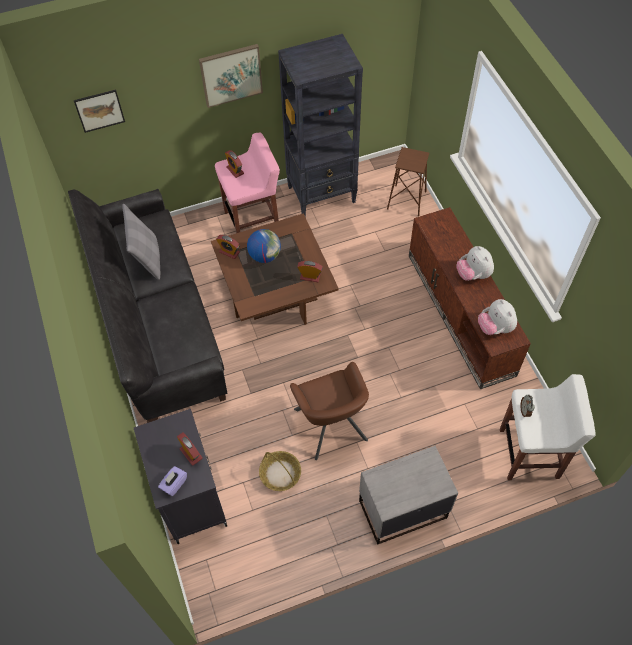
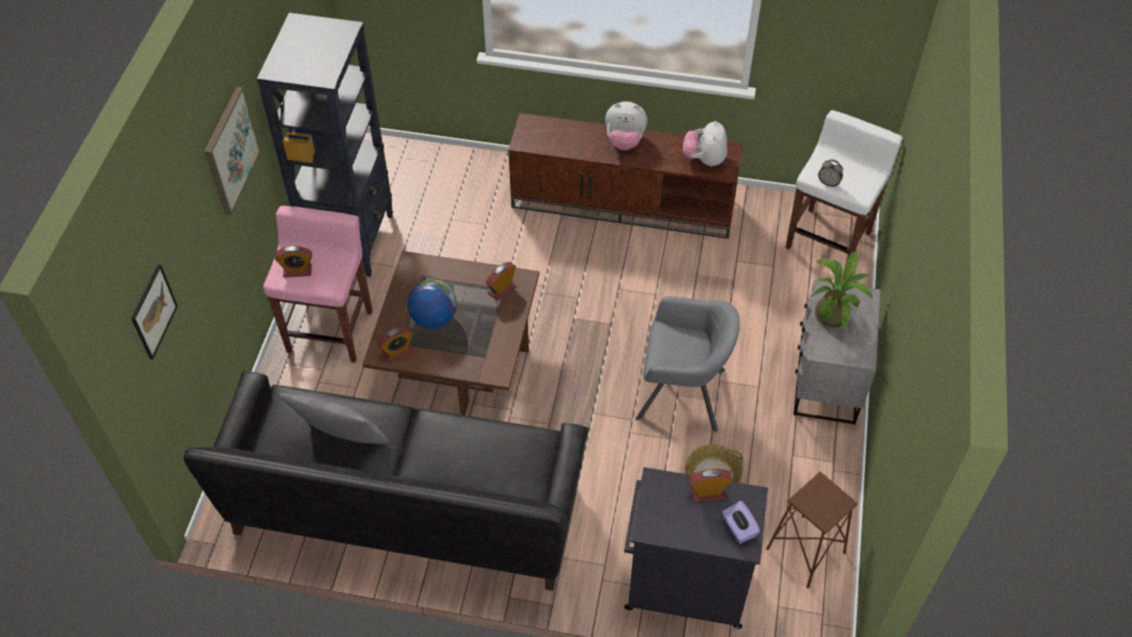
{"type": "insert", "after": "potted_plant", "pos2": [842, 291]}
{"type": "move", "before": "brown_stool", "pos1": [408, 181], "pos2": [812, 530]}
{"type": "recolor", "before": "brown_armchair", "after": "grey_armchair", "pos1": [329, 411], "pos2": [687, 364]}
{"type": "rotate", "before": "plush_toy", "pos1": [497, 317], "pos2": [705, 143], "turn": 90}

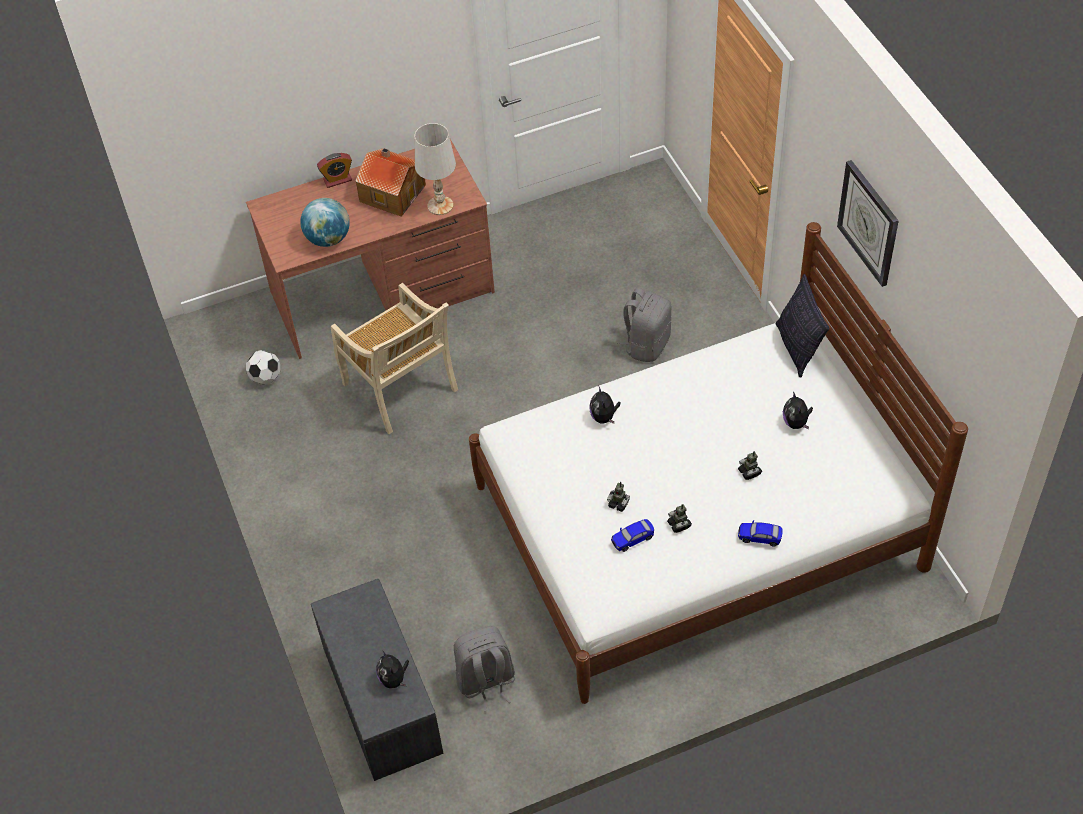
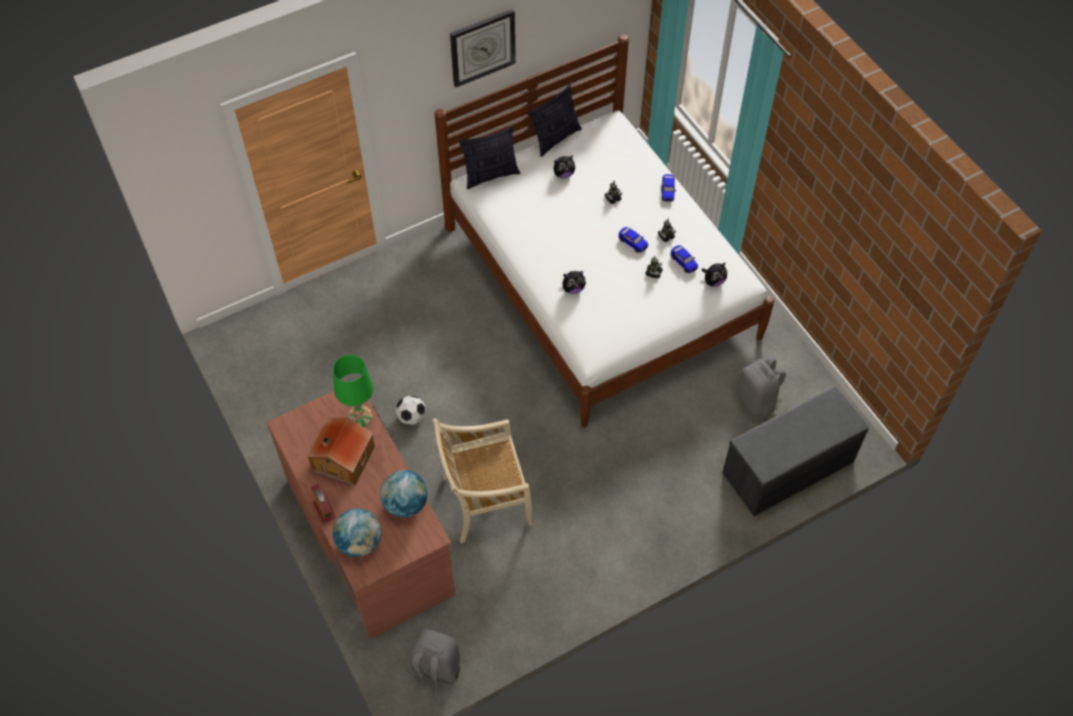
{"type": "insert", "after": "globe", "pos2": [357, 532]}
{"type": "insert", "after": "pillow", "pos2": [555, 121]}
{"type": "insert", "after": "toy_car", "pos2": [633, 240]}
{"type": "move", "before": "football", "pos1": [263, 367], "pos2": [411, 410]}
{"type": "move", "before": "plush_toy", "pos1": [392, 670], "pos2": [714, 274]}
{"type": "move", "before": "grey_backpack", "pos1": [644, 324], "pos2": [435, 663]}
{"type": "recolor", "before": "white_table_lamp", "after": "green_table_lamp", "pos1": [435, 169], "pos2": [353, 391]}
{"type": "rotate", "before": "beige_chair", "pos1": [394, 358], "pos2": [482, 480], "turn": -150}

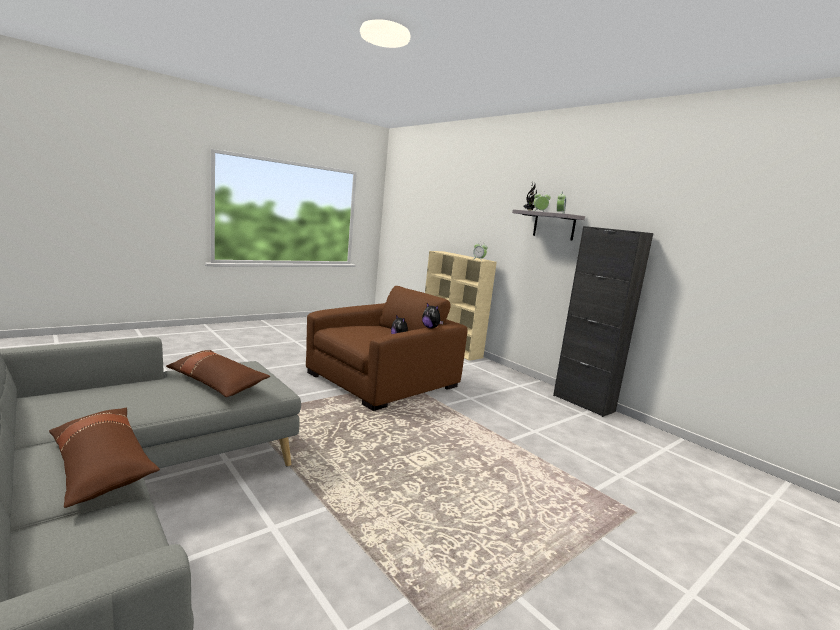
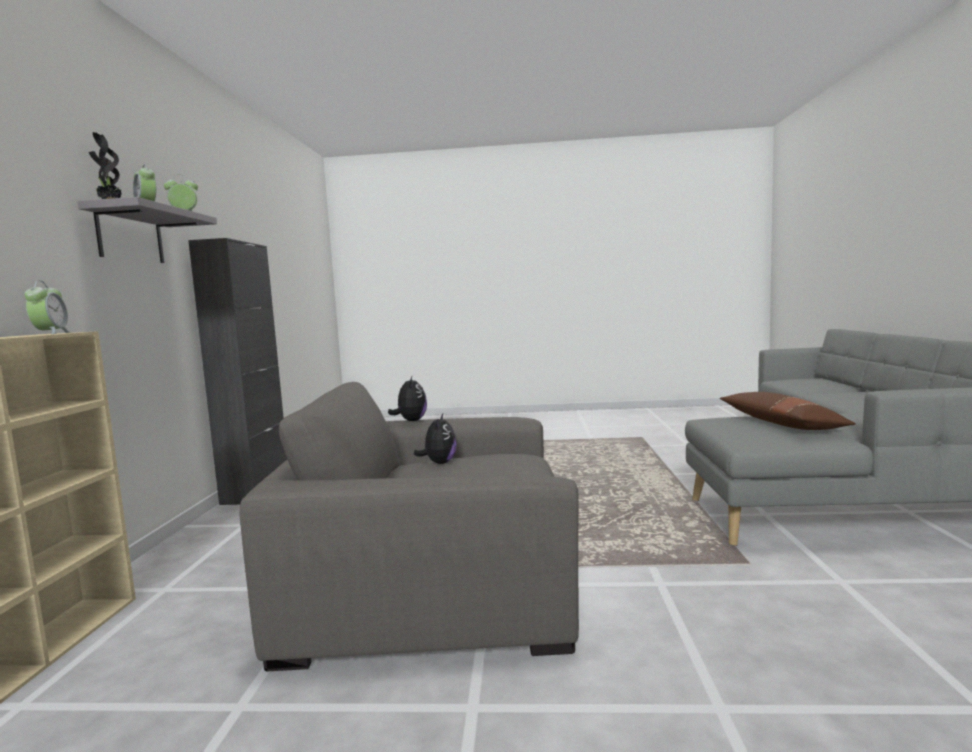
{"type": "delete", "before": "brown_pillow", "pos1": [104, 458]}
{"type": "recolor", "before": "brown_armchair", "after": "grey_armchair", "pos1": [386, 348], "pos2": [409, 526]}

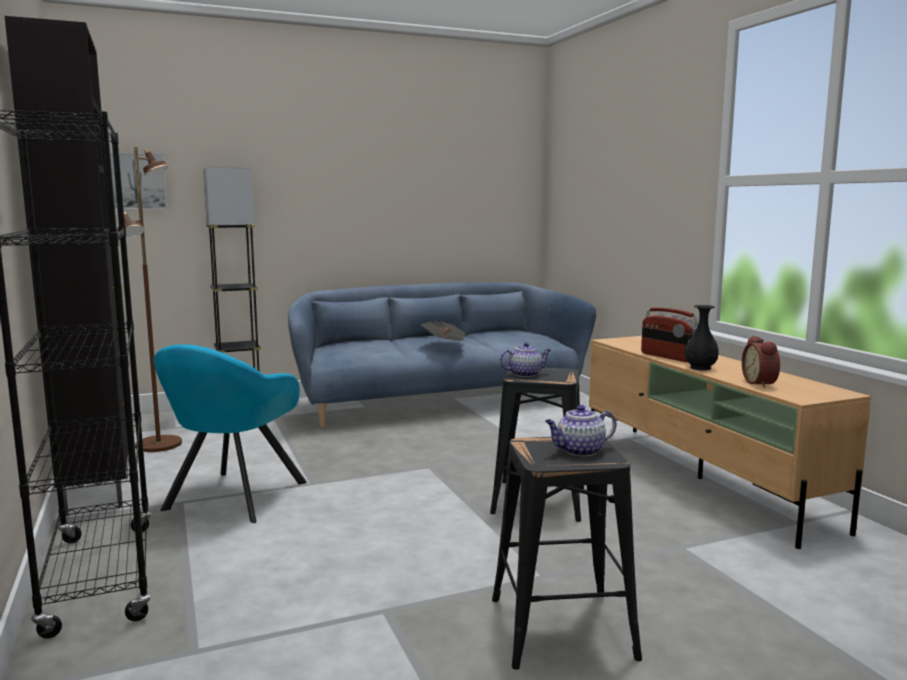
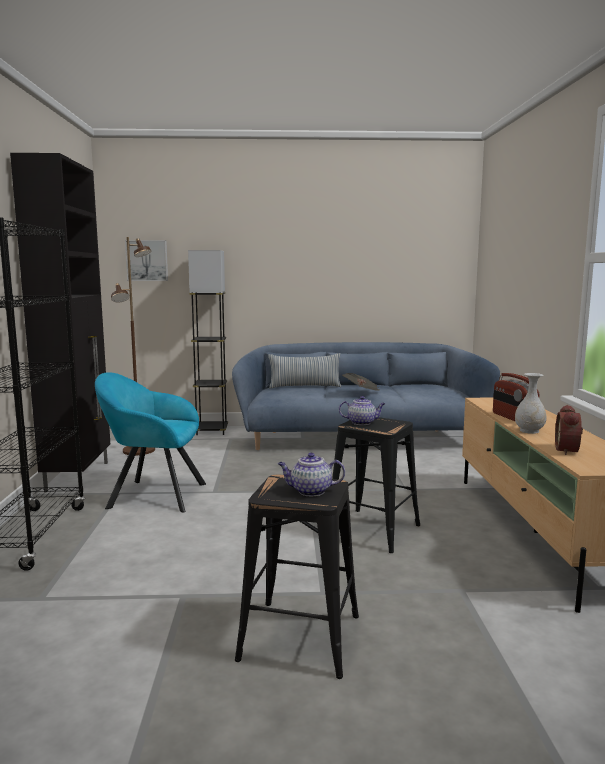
{"type": "insert", "after": "pillow", "pos2": [304, 371]}
{"type": "recolor", "before": "black_vase", "after": "white_vase", "pos1": [702, 337], "pos2": [531, 403]}
{"type": "rotate", "before": "turquoise_armchair", "pos1": [230, 433], "pos2": [150, 442], "turn": 60}

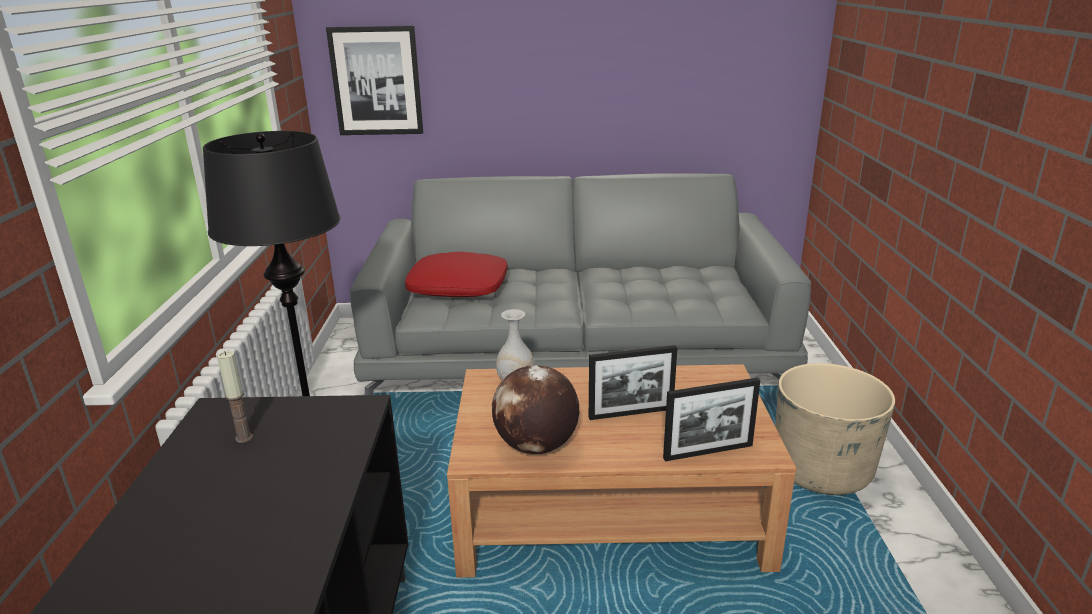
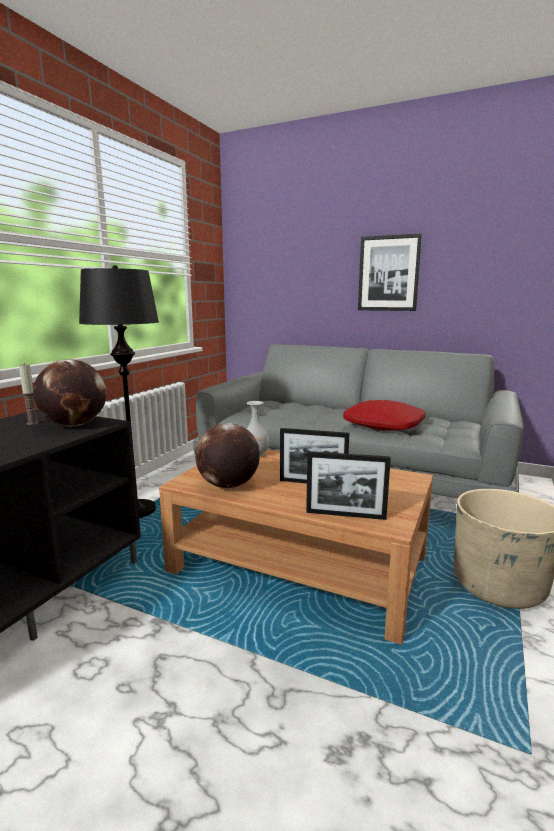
{"type": "insert", "after": "globe", "pos2": [70, 393]}
{"type": "move", "before": "picture", "pos1": [374, 80], "pos2": [390, 272]}
{"type": "move", "before": "red_pillow", "pos1": [456, 274], "pos2": [384, 415]}

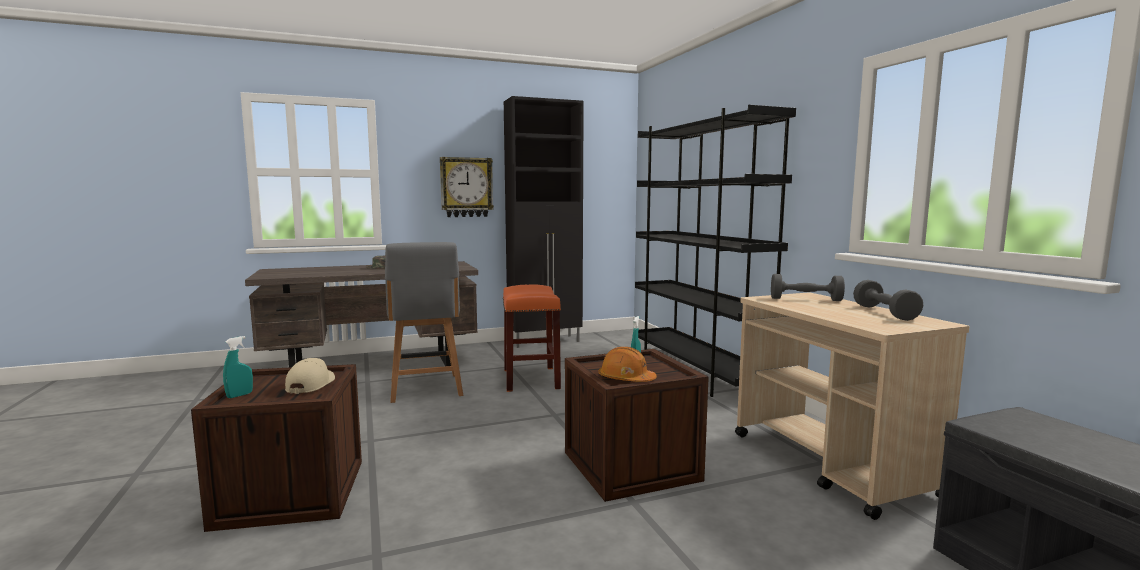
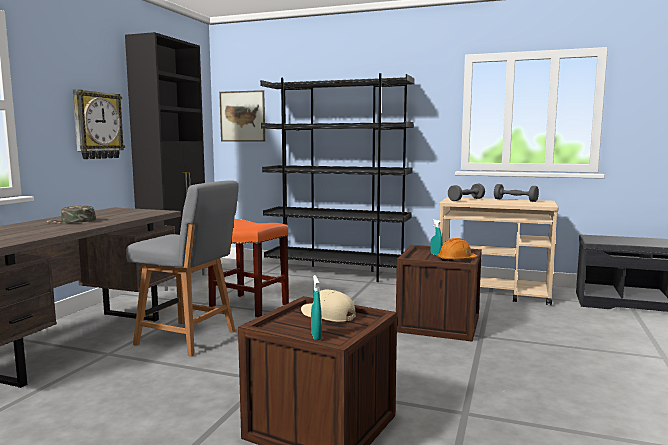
{"type": "insert", "after": "picture", "pos2": [242, 116]}

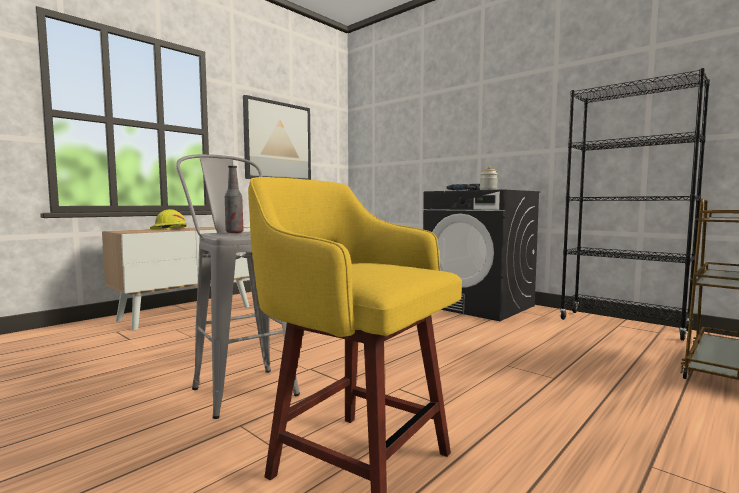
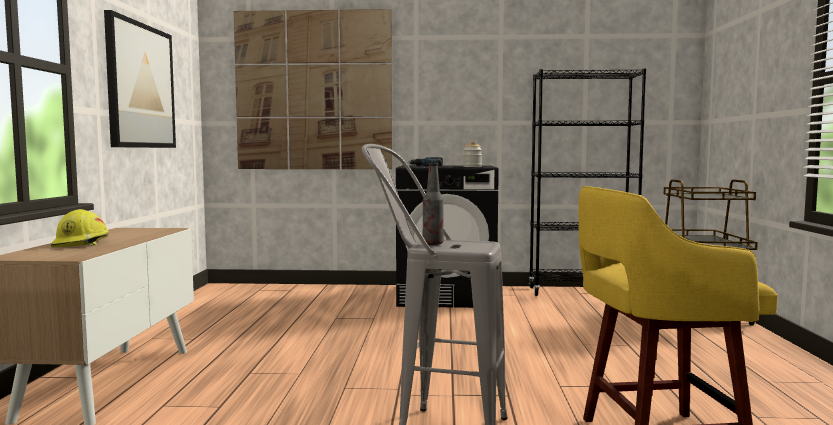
{"type": "insert", "after": "picture", "pos2": [313, 89]}

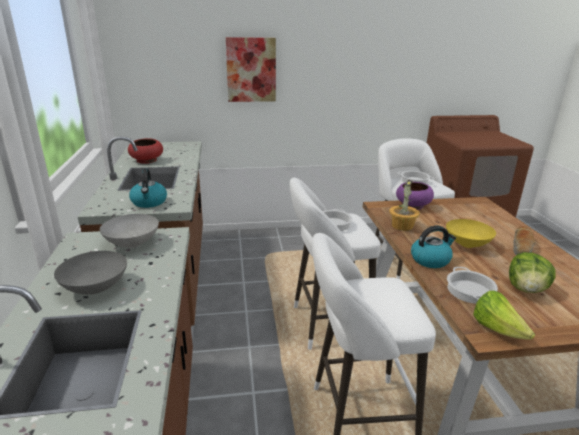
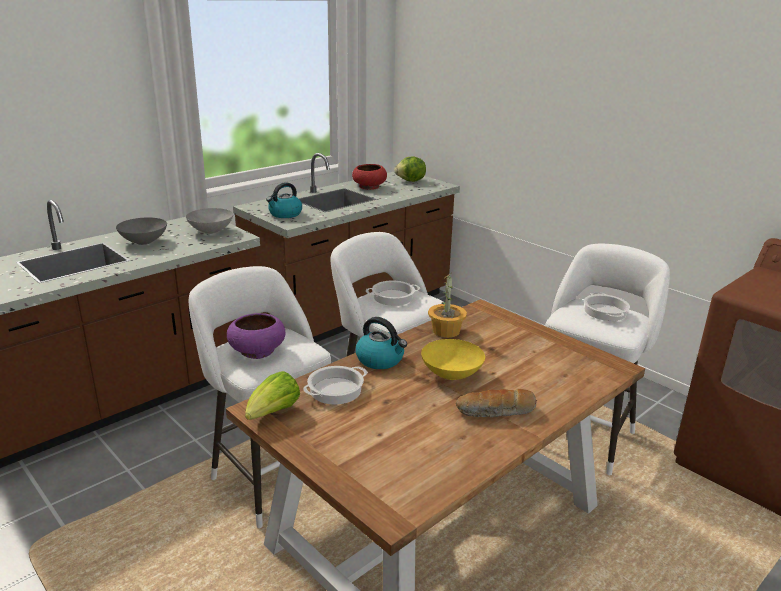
{"type": "delete", "before": "picture", "pos1": [251, 69]}
{"type": "move", "before": "purple_bowl", "pos1": [415, 196], "pos2": [256, 336]}
{"type": "move", "before": "lettuce", "pos1": [532, 272], "pos2": [410, 169]}

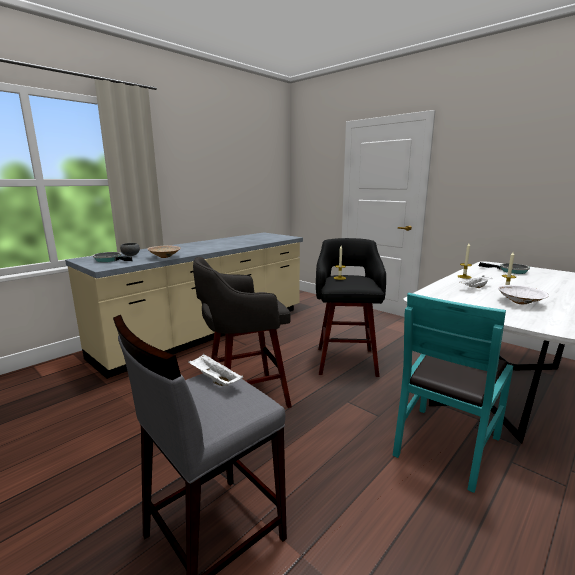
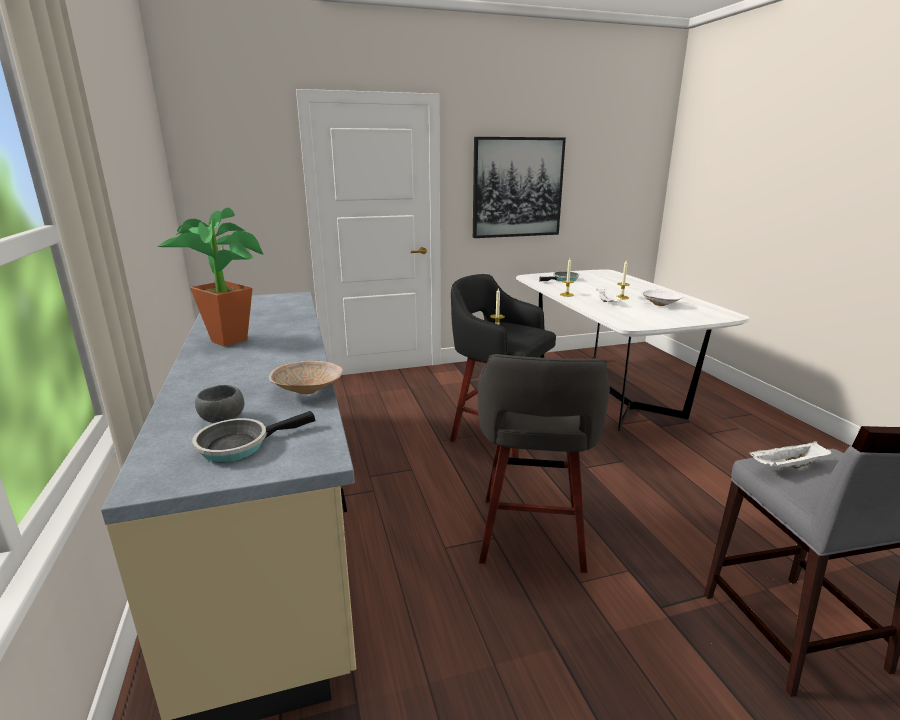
{"type": "delete", "before": "turquoise_chair", "pos1": [453, 393]}
{"type": "insert", "after": "potted_plant", "pos2": [210, 277]}
{"type": "insert", "after": "picture", "pos2": [519, 187]}

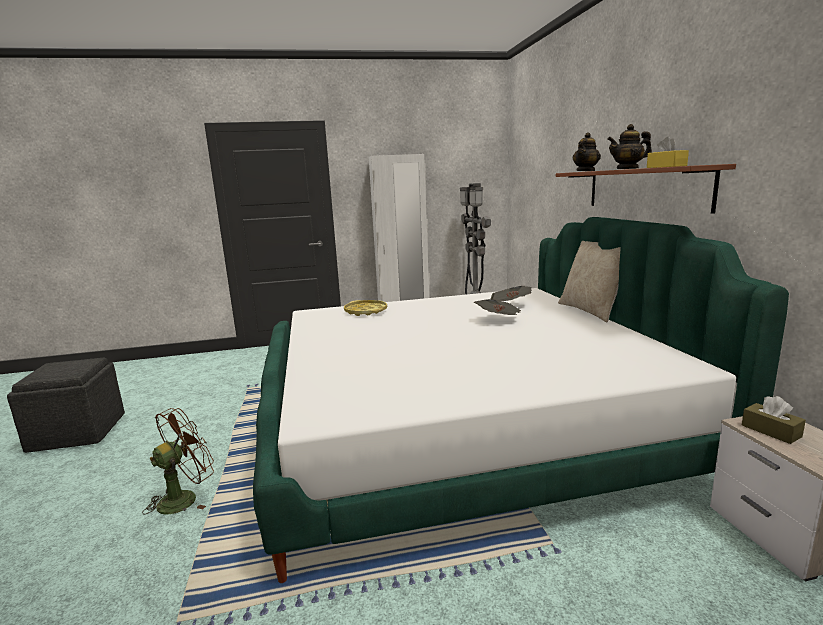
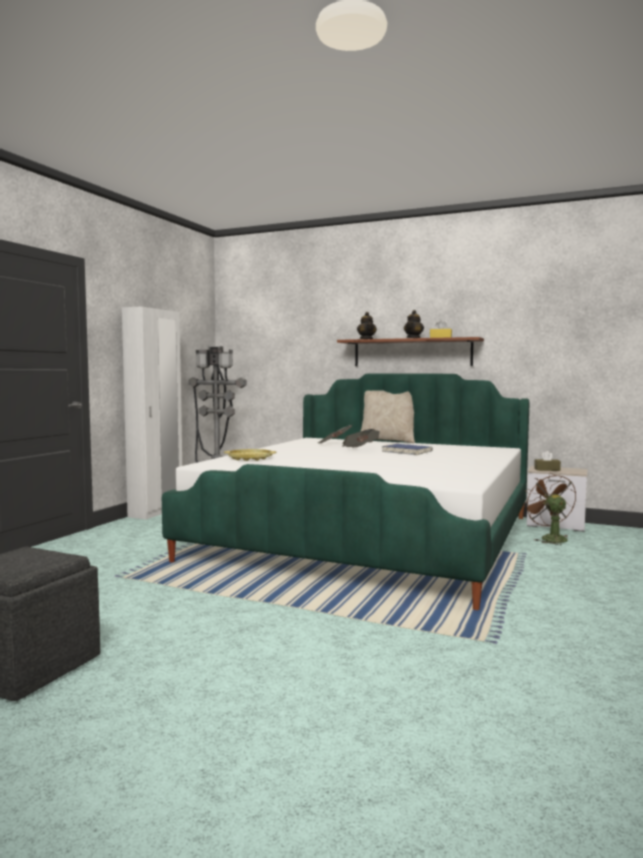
{"type": "insert", "after": "blue_book", "pos2": [407, 449]}
{"type": "move", "before": "brown_fan", "pos1": [178, 461], "pos2": [549, 509]}

